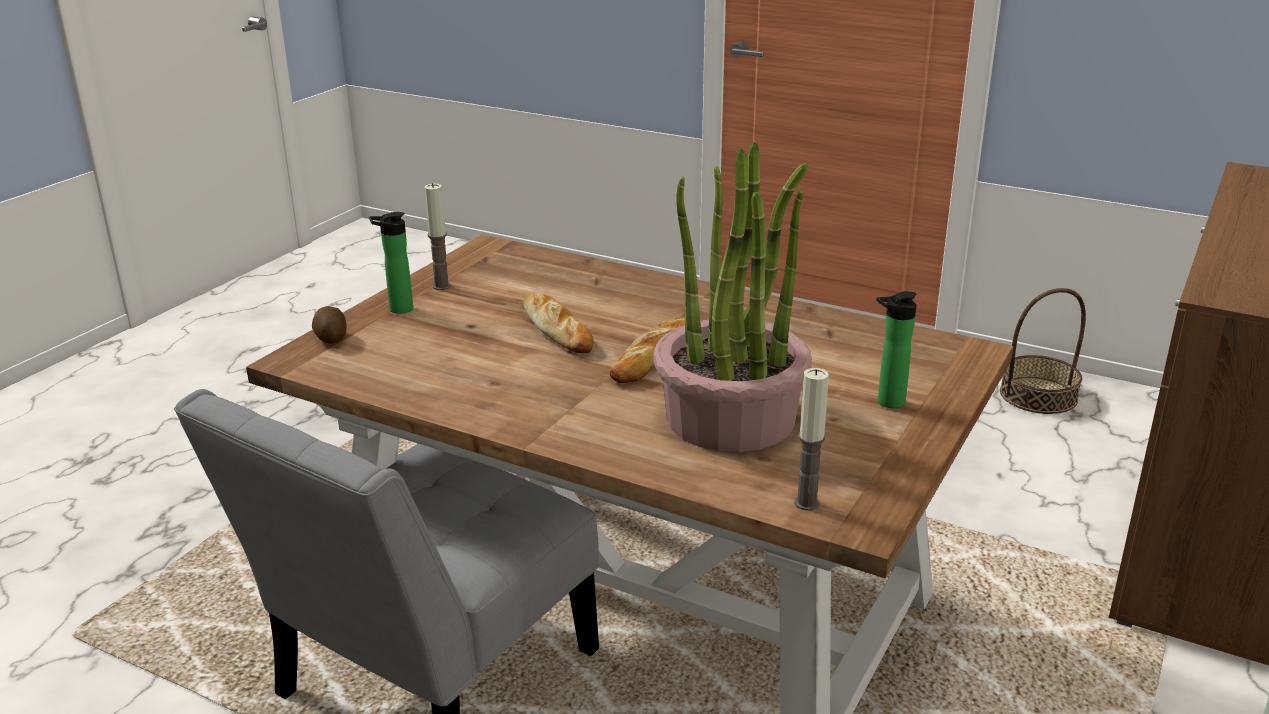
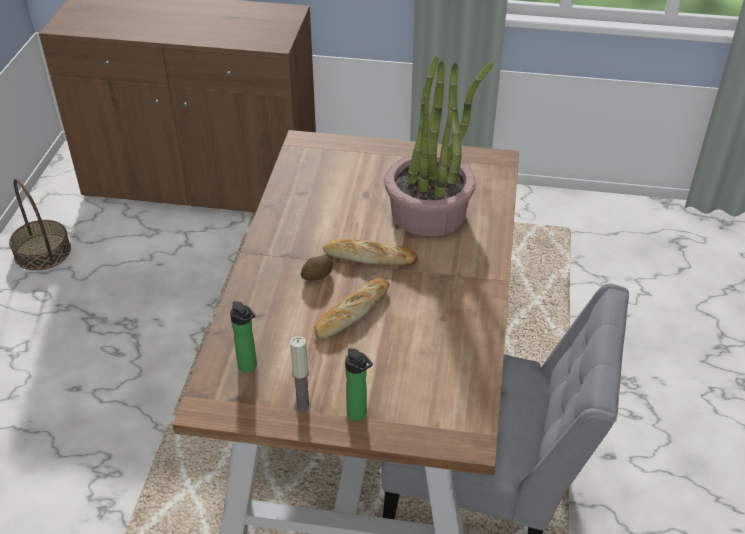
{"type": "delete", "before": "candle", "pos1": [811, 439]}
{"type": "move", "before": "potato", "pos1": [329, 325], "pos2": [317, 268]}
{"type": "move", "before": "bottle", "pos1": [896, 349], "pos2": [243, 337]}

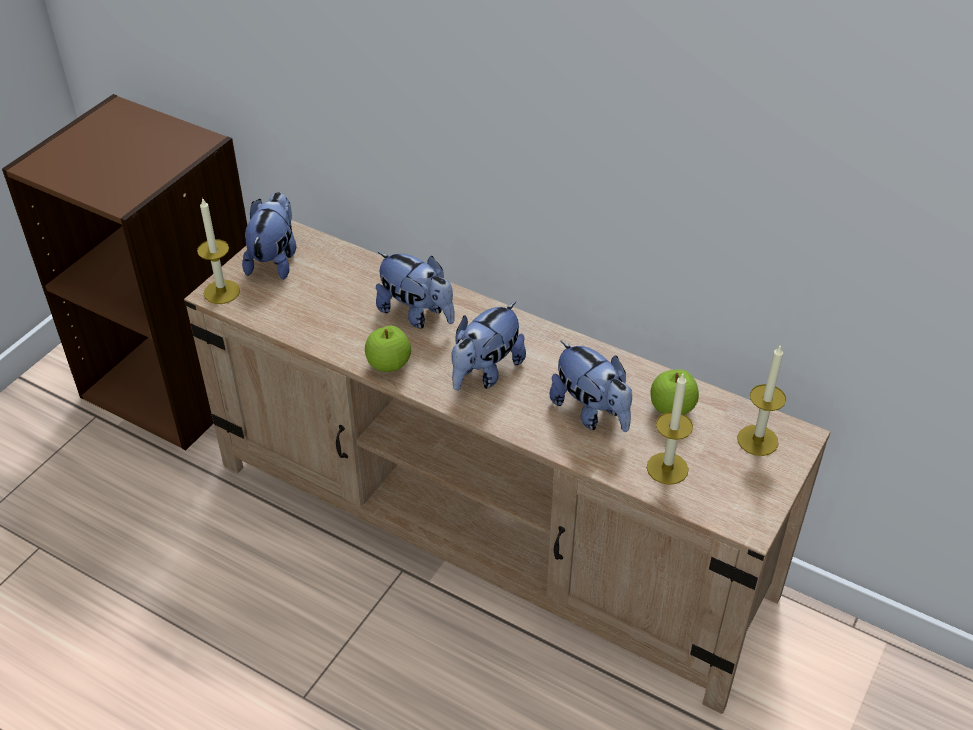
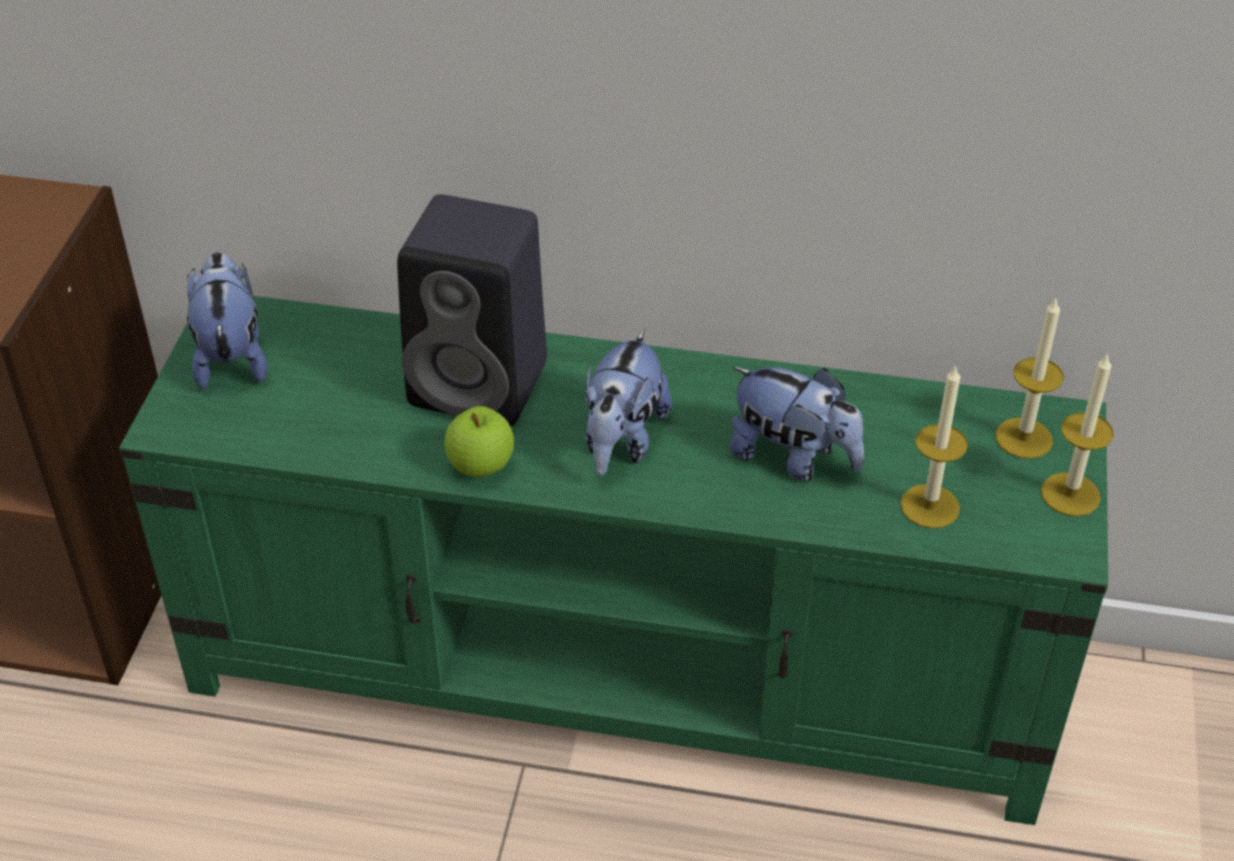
{"type": "delete", "before": "apple", "pos1": [674, 392]}
{"type": "move", "before": "candle", "pos1": [218, 250], "pos2": [1077, 434]}
{"type": "replace", "before": "plush_toy", "after": "black_speaker", "pos1": [415, 290], "pos2": [472, 310]}
{"type": "recolor", "before": "beige_tv_stand", "after": "green_tv_stand", "pos1": [507, 467], "pos2": [613, 560]}

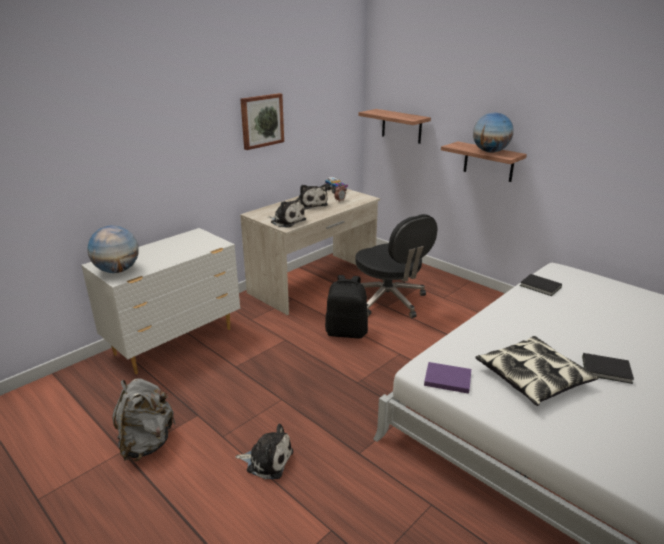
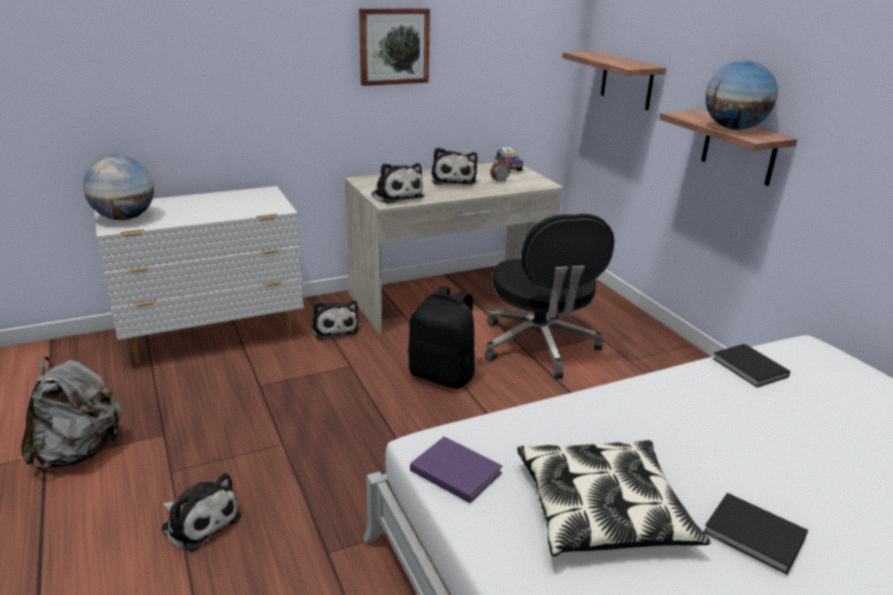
{"type": "insert", "after": "plush_toy", "pos2": [335, 320]}

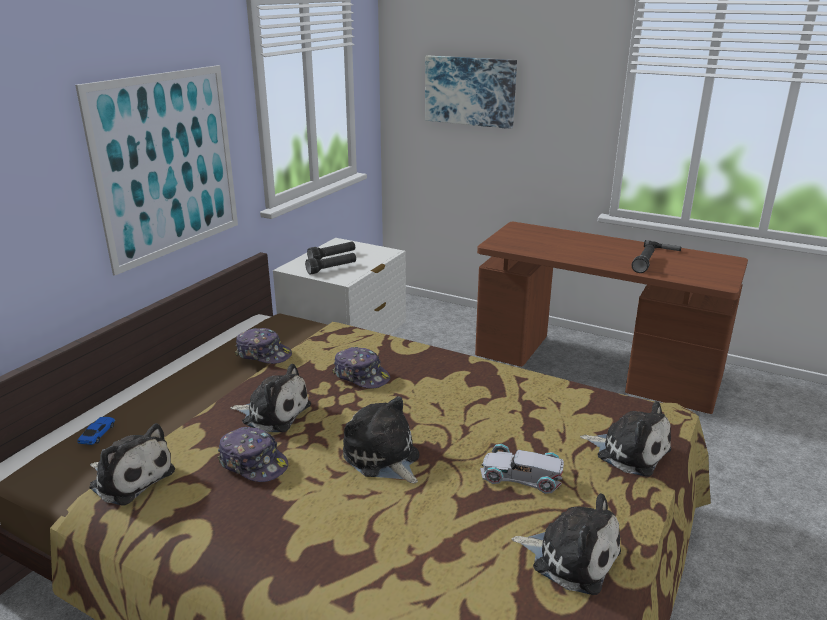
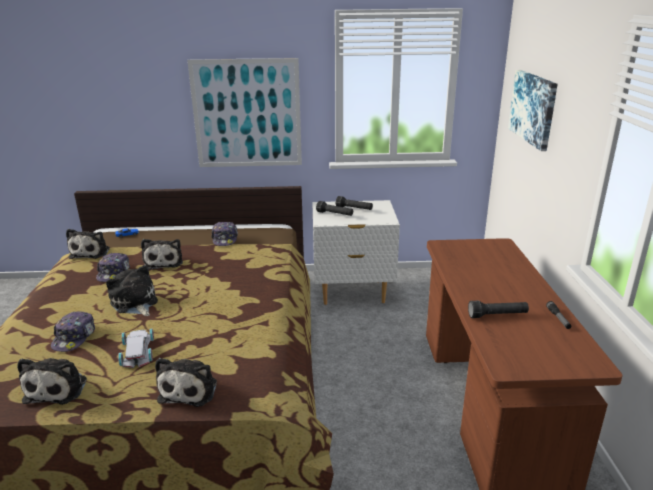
{"type": "move", "before": "cap", "pos1": [361, 367], "pos2": [73, 332]}
{"type": "rotate", "before": "plush_toy", "pos1": [381, 440], "pos2": [132, 290], "turn": -60}

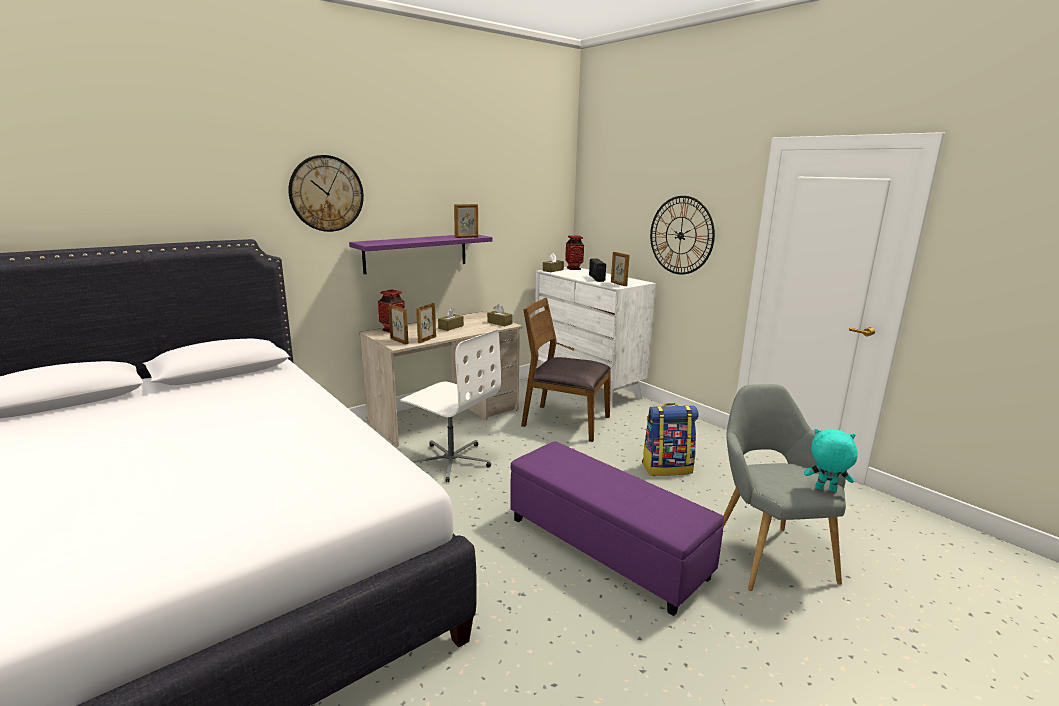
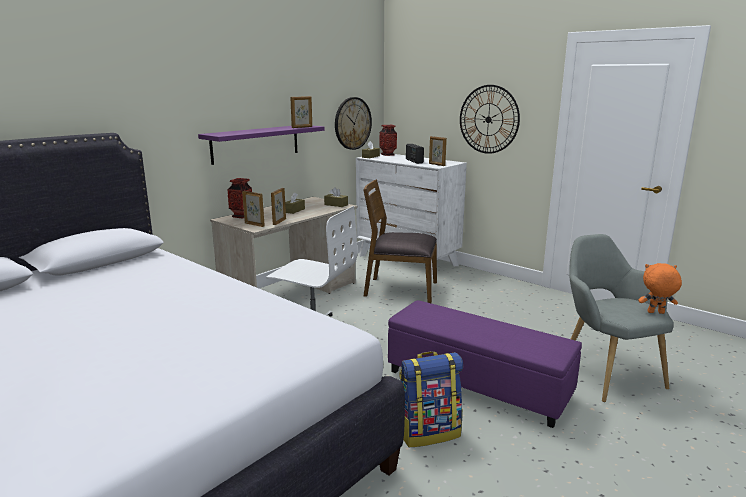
{"type": "move", "before": "wall_clock", "pos1": [326, 193], "pos2": [353, 123]}
{"type": "move", "before": "backpack", "pos1": [670, 439], "pos2": [431, 399]}
{"type": "recolor", "before": "turquoise_plush_toy", "after": "orange_plush_toy", "pos1": [831, 460], "pos2": [660, 288]}

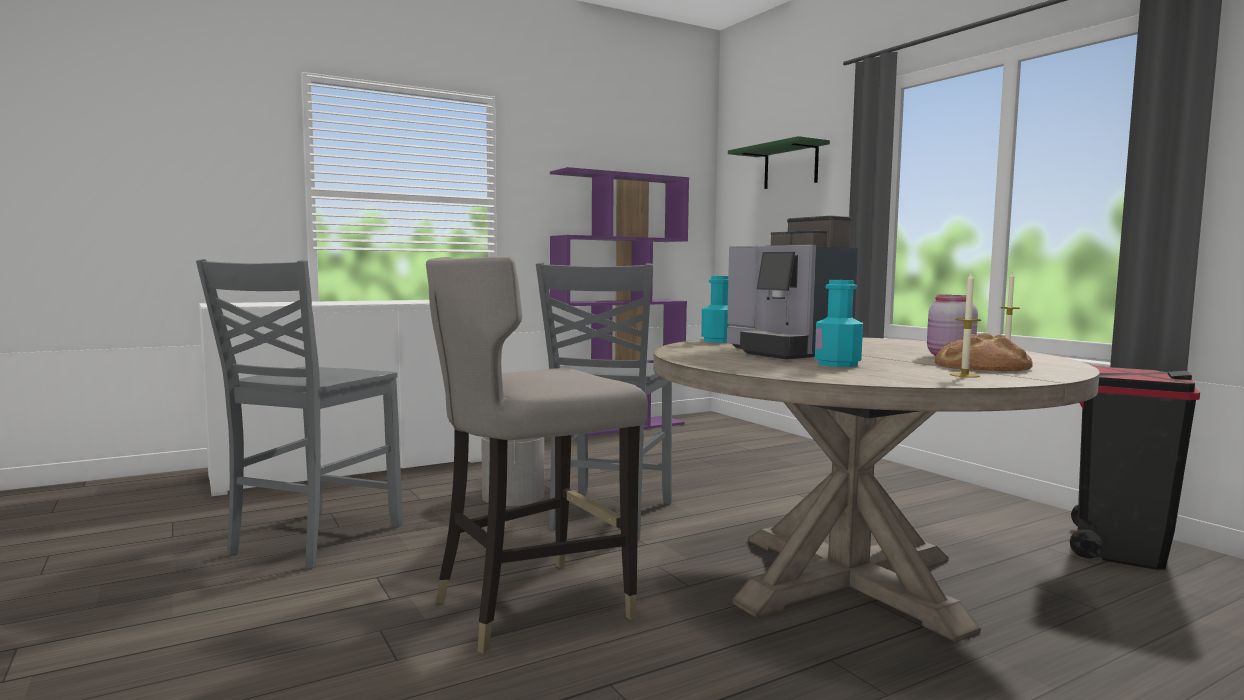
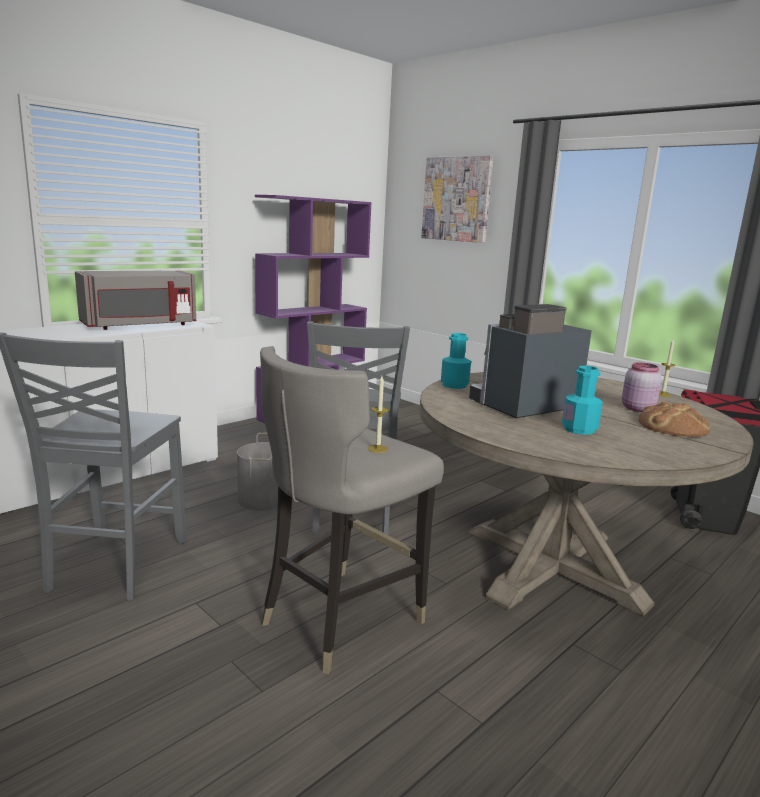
{"type": "insert", "after": "grey_microwave", "pos2": [135, 300]}
{"type": "move", "before": "candle", "pos1": [965, 325], "pos2": [378, 414]}
{"type": "replace", "before": "green_shelf", "after": "picture", "pos1": [779, 162], "pos2": [457, 199]}
{"type": "rotate", "before": "coffee_machine", "pos1": [792, 288], "pos2": [530, 361], "turn": 105}

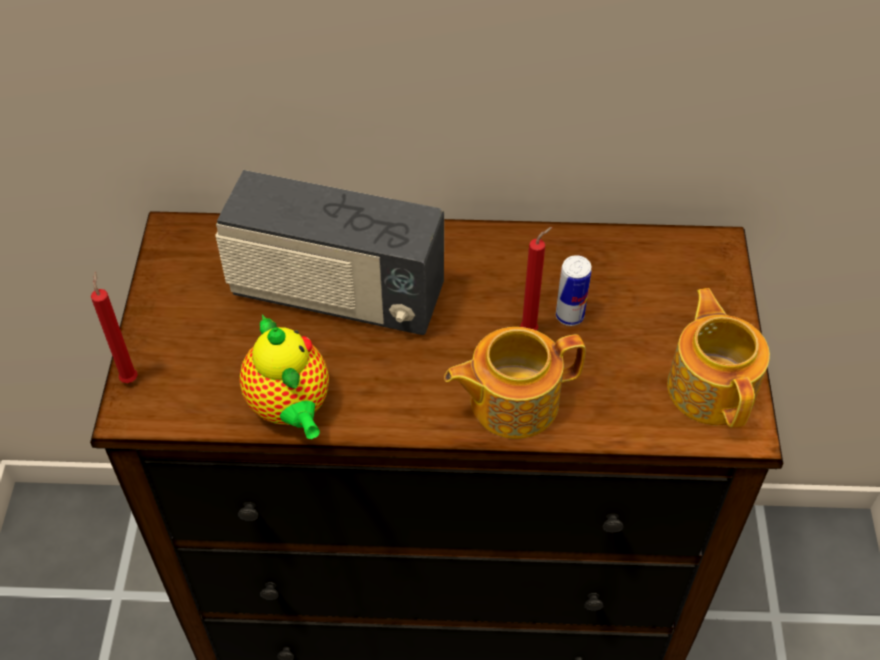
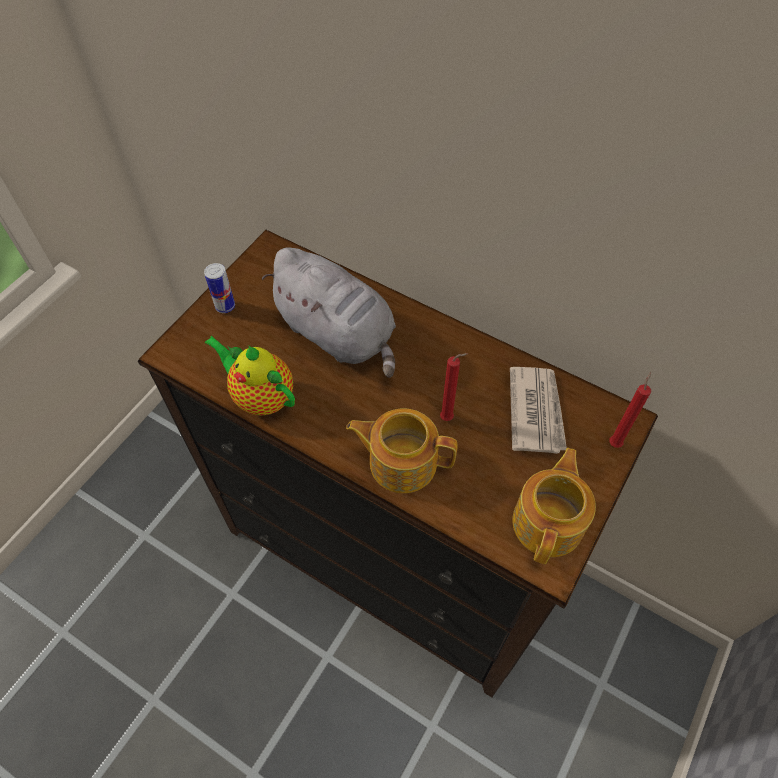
{"type": "insert", "after": "newspaper", "pos2": [538, 410]}
{"type": "move", "before": "red_candle", "pos1": [114, 327], "pos2": [630, 410]}
{"type": "move", "before": "can", "pos1": [573, 290], "pos2": [219, 288]}
{"type": "replace", "before": "radio", "after": "grey_plush_toy", "pos1": [329, 252], "pos2": [329, 312]}
{"type": "rotate", "before": "teapot", "pos1": [284, 376], "pos2": [249, 376], "turn": 120}

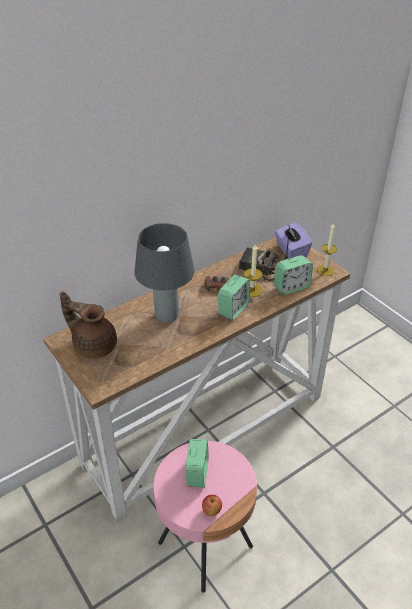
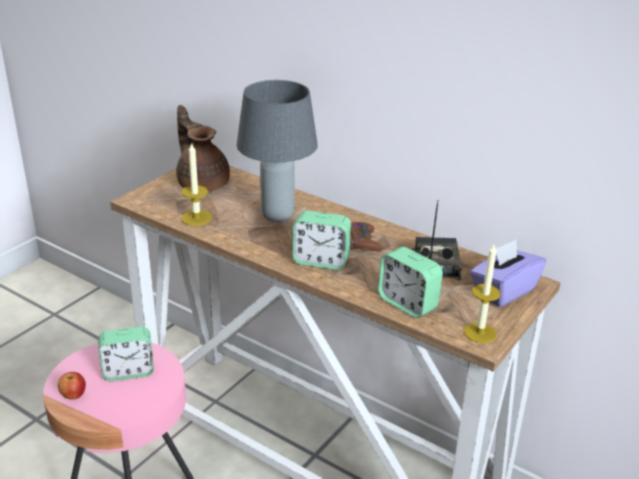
{"type": "move", "before": "candle", "pos1": [253, 270], "pos2": [196, 184]}
{"type": "rotate", "before": "brown_teapot", "pos1": [88, 325], "pos2": [203, 148], "turn": -45}

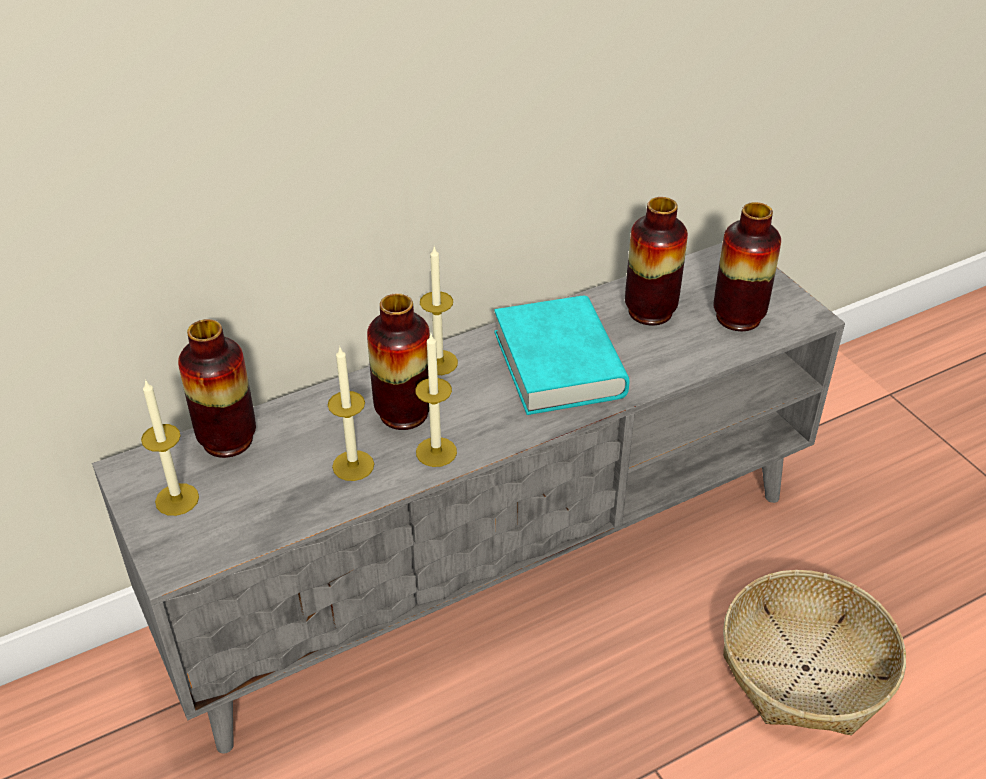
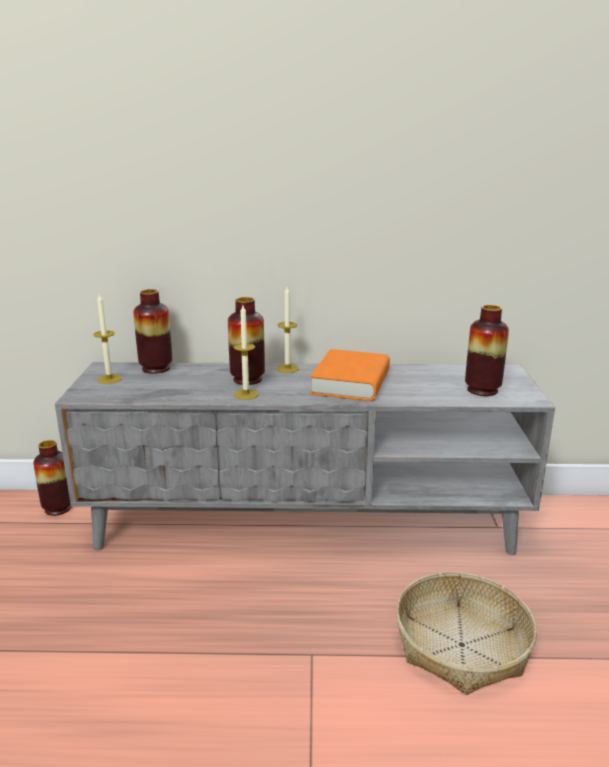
{"type": "delete", "before": "candle", "pos1": [351, 414]}
{"type": "move", "before": "vase", "pos1": [656, 261], "pos2": [52, 478]}
{"type": "recolor", "before": "turquoise_book", "after": "orange_book", "pos1": [561, 355], "pos2": [350, 375]}

